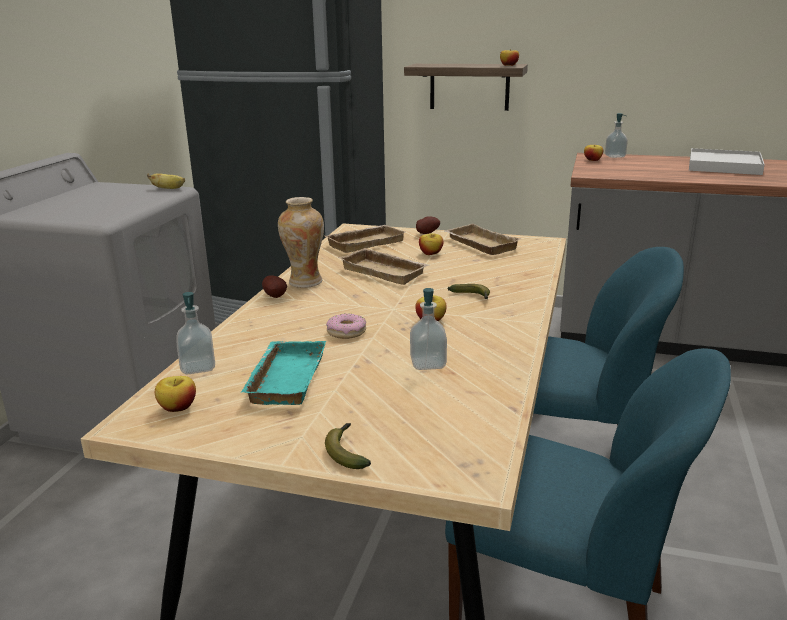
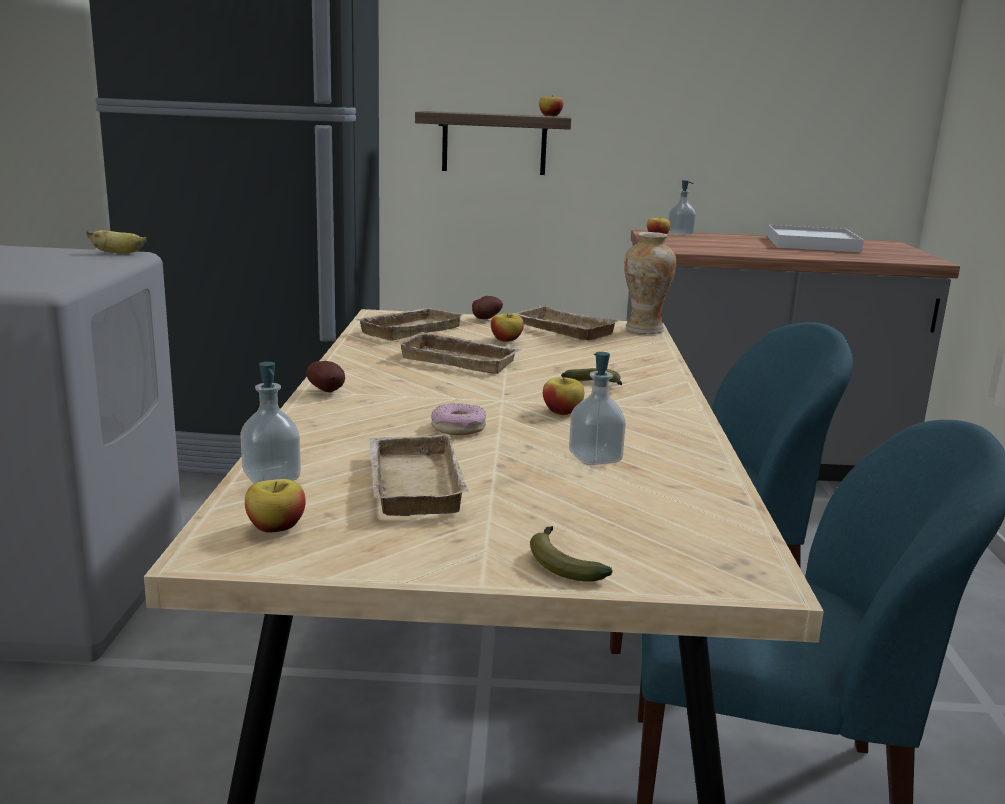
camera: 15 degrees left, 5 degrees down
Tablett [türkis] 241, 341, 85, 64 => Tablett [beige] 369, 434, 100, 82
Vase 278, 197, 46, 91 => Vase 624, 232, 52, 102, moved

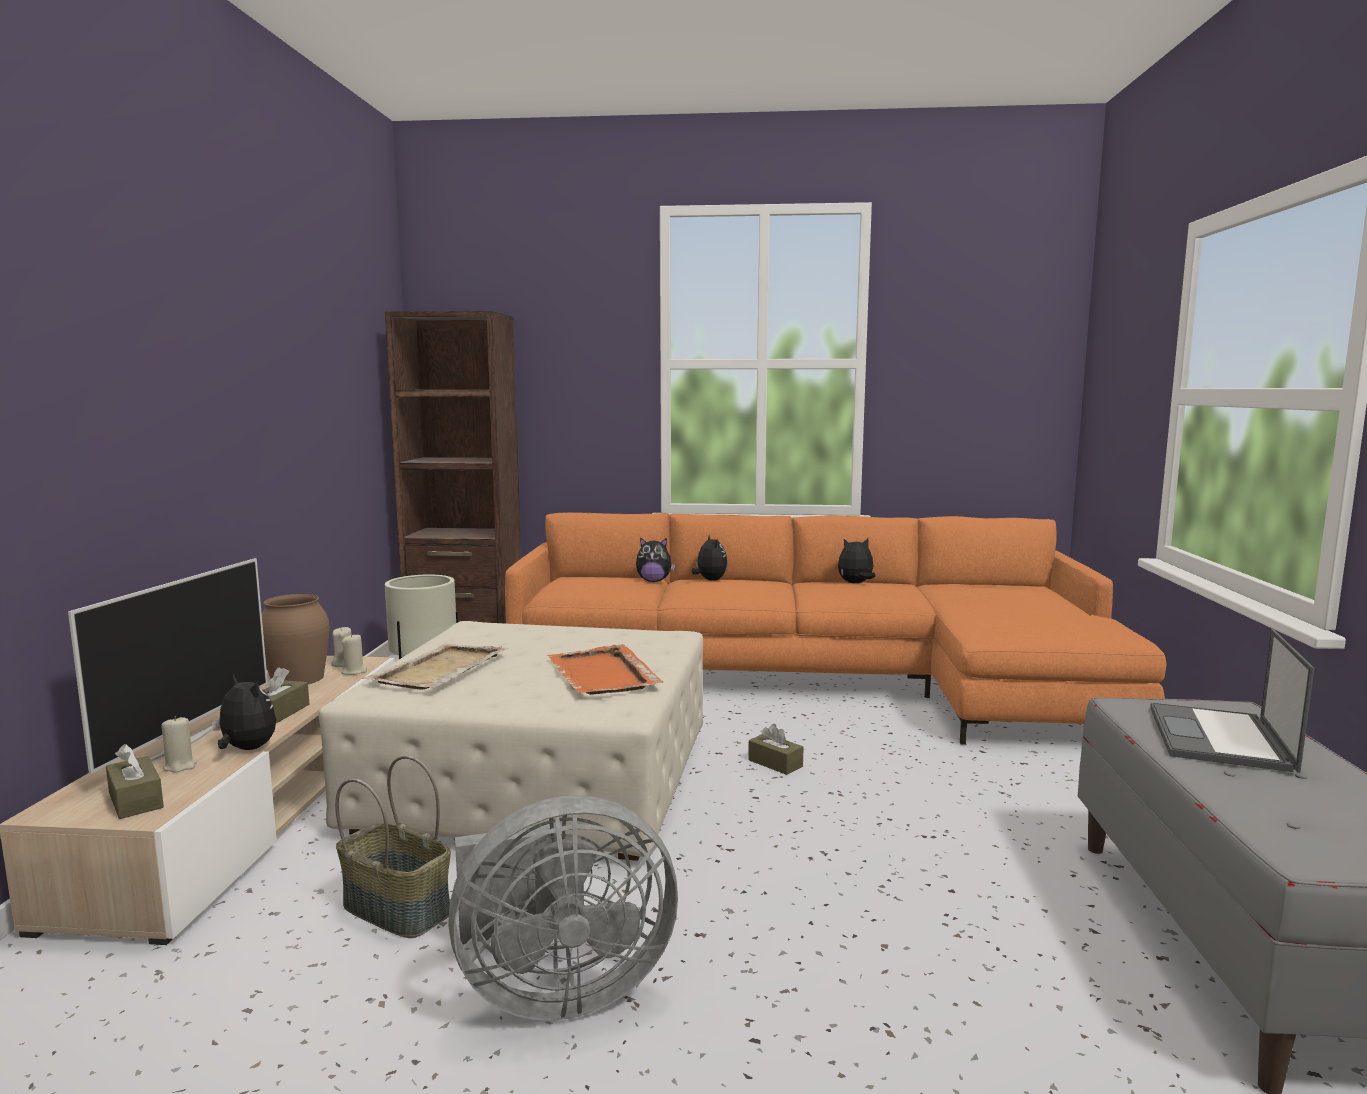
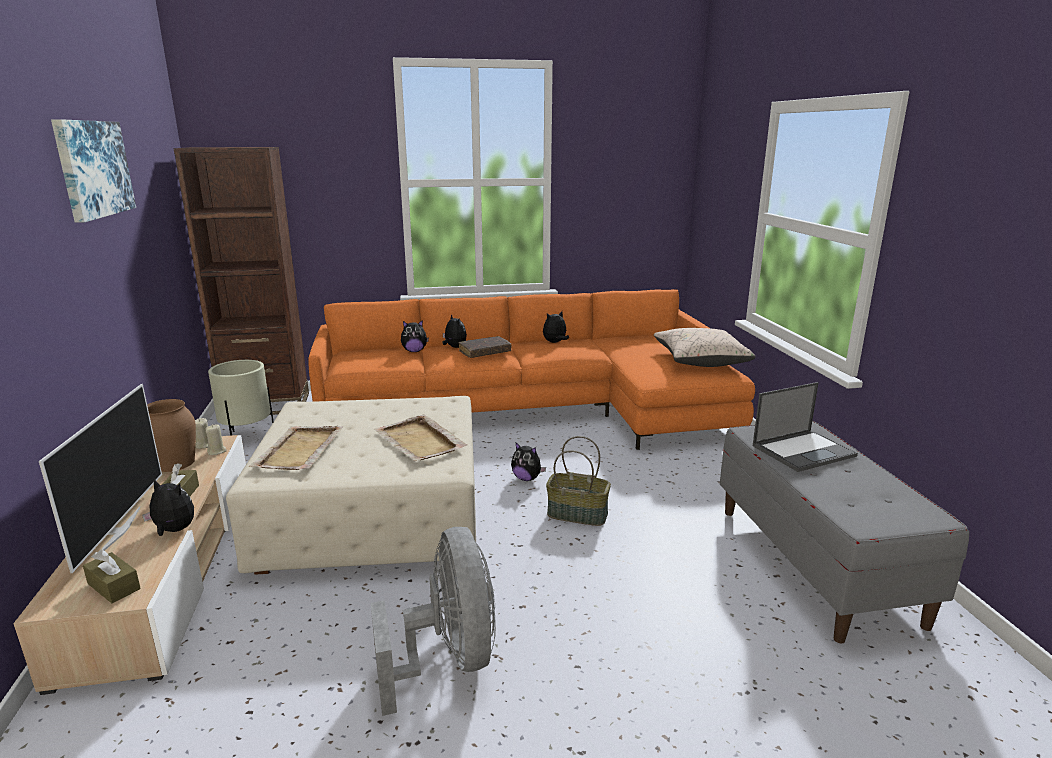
camera: 15 degrees left, 10 degrees up
Kerze [beige] 161, 716, 36, 57 => nothing
Korb 335, 755, 116, 183 => Korb 546, 436, 65, 90, moved
Ventilator [grau] 448, 795, 230, 226 => Ventilator [grau] 371, 527, 125, 189, 75 degrees counterclockwise
Tablett [orange] 547, 644, 116, 51 => Tablett [beige] 374, 414, 94, 47
Taschentuchbox [braun] 748, 724, 56, 51 => Plüschtier 511, 442, 35, 39
Laptop 1150, 629, 164, 144 => Laptop 753, 382, 105, 90, 120 degrees counterclockwise
nothing => Bild 51, 119, 85, 104
nothing => Buch [braun] 458, 336, 54, 22
nothing => Kissen [beige] 654, 328, 102, 39

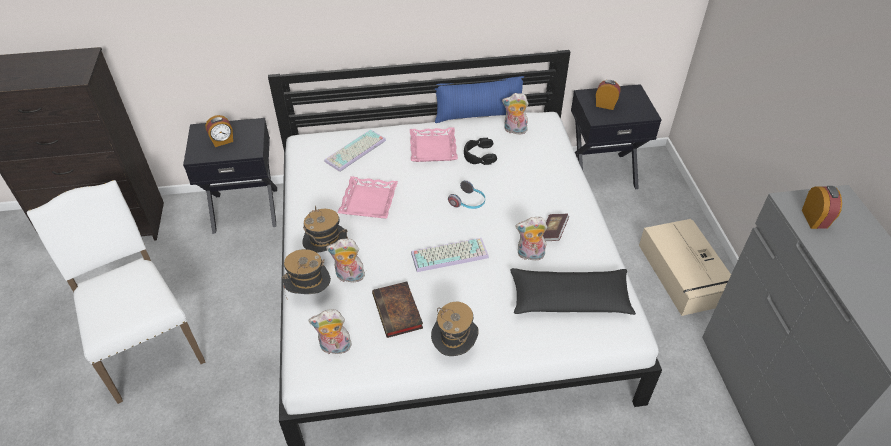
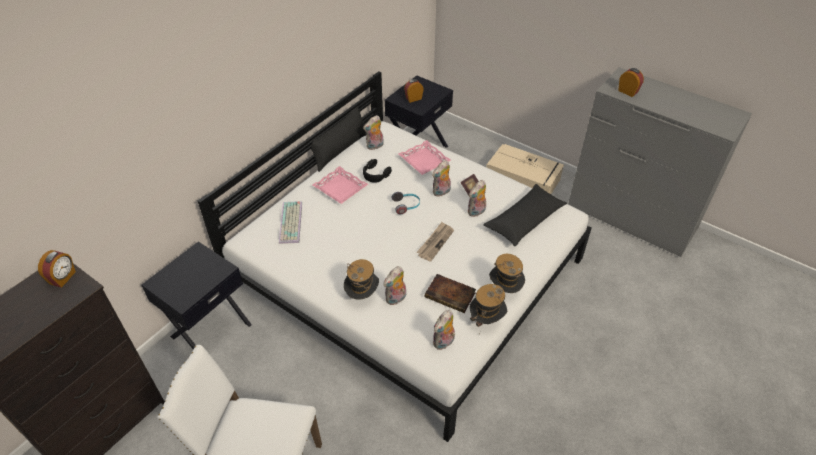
camera: 45 degrees left, 0 degrees up
Wecker 205, 115, 28, 32 => Wecker 38, 250, 38, 38, moved
Hut 282, 249, 49, 49 => Hut 470, 284, 37, 51, moved
Tablett [rosa] 338, 176, 60, 42 => Tablett [rosa] 399, 140, 52, 35, moved
Tastatur 411, 238, 78, 34 => Zeitung 417, 222, 37, 40
Kissen [blau] 435, 76, 89, 47 => Kissen [schwarz] 307, 105, 60, 67
nothing => Plüschtier 432, 160, 19, 37

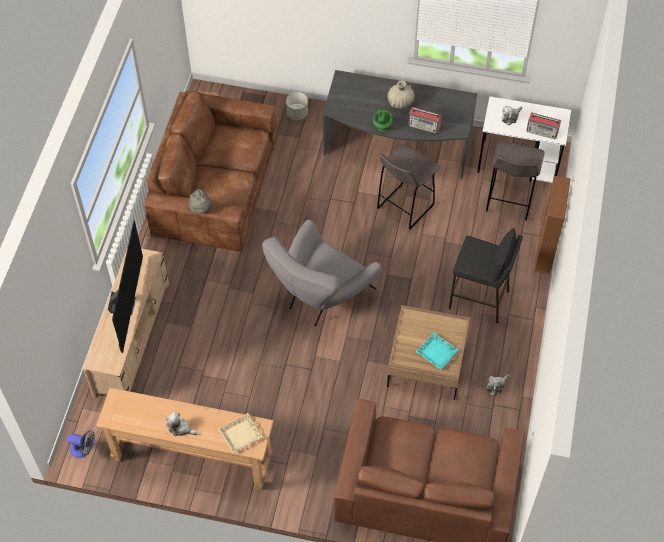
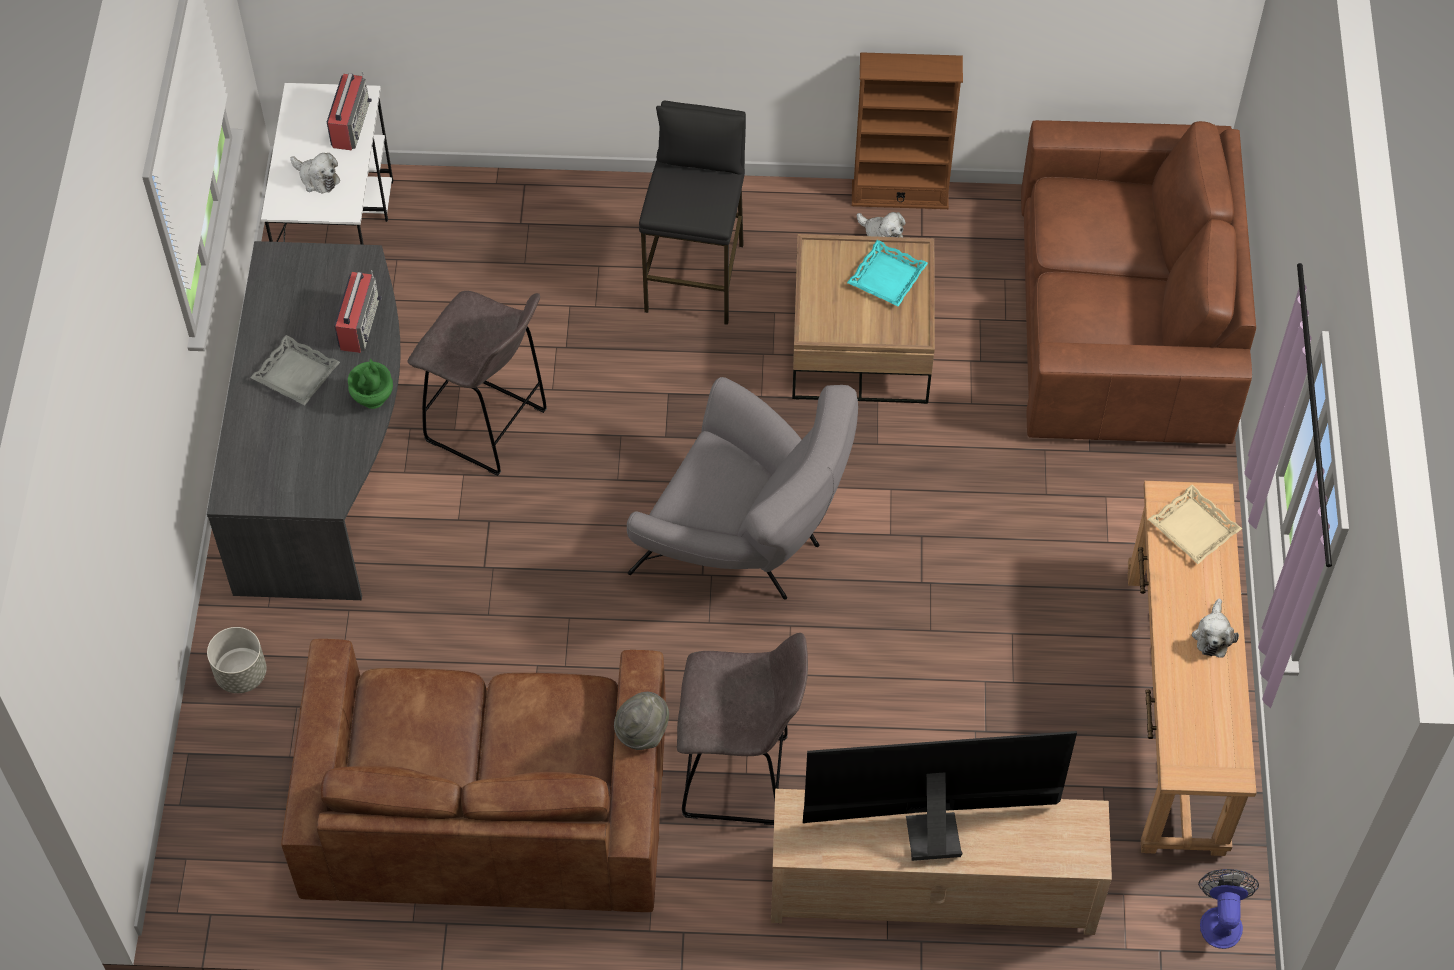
camera: 100 degrees left, 0 degrees up
Vase [beige] 387, 81, 28, 28 => Tablett [grau] 250, 335, 90, 71
Hocker [grau] 486, 141, 59, 80 => Hocker [grau] 677, 633, 131, 192, moved
Bücherregal [braun] 534, 176, 37, 98 => Bücherregal [braun] 852, 52, 111, 157, moved

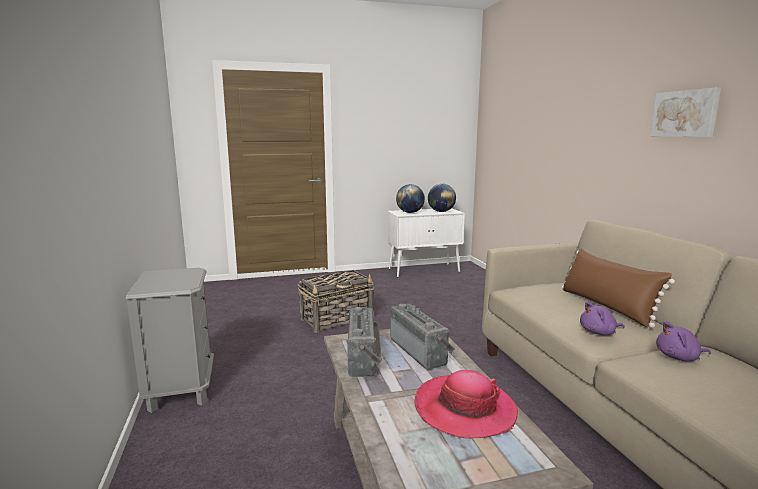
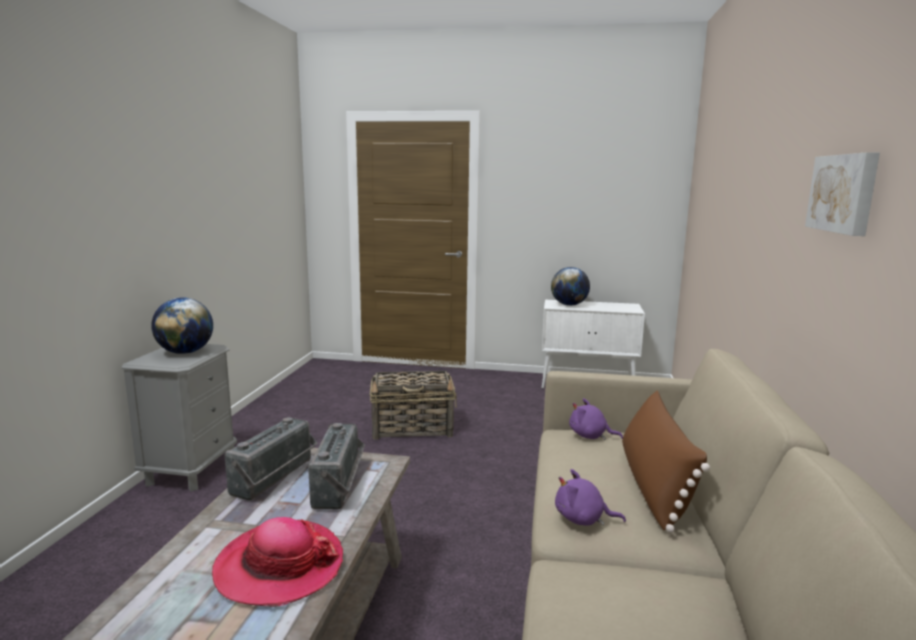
camera: 25 degrees right, 0 degrees up
Globus 428, 184, 28, 28 => Globus 151, 297, 62, 57, moved
Plüschtier [lila] 656, 321, 55, 41 => Plüschtier [lila] 569, 398, 54, 42, moved

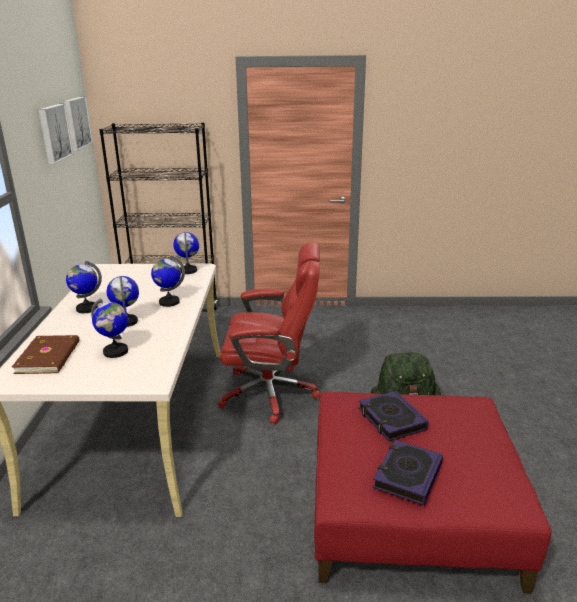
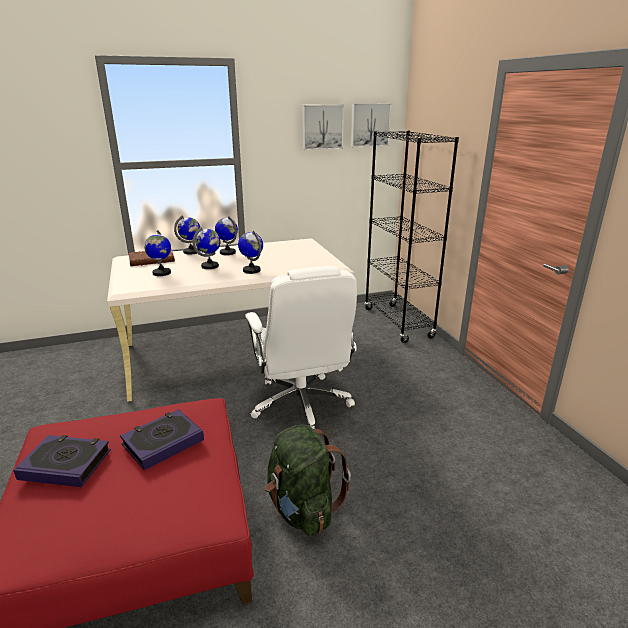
camera: 70 degrees right, 0 degrees up
Globus 173, 231, 26, 43 => Globus 174, 215, 26, 40, moved
Bürostuhl [rot] 218, 242, 102, 182 => Bürostuhl [weiß] 245, 266, 112, 163

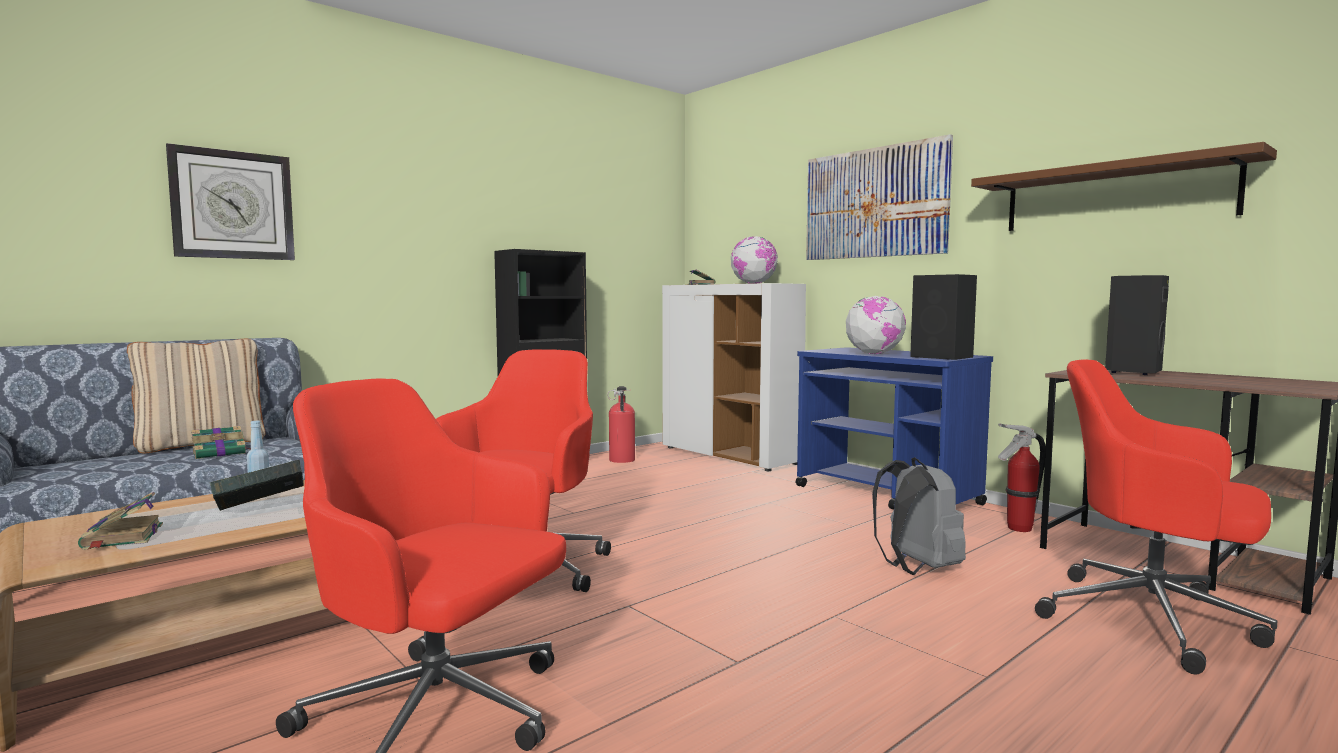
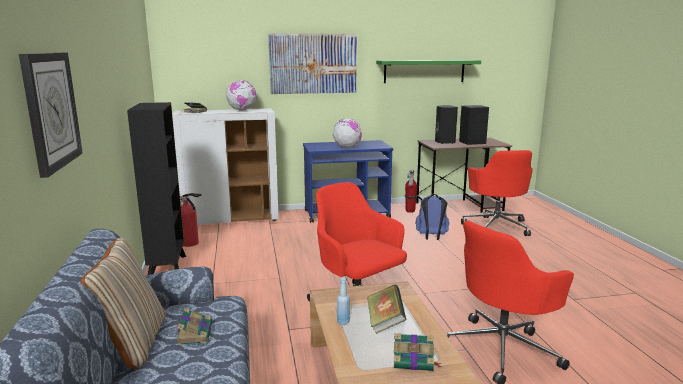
camera: 60 degrees left, 10 degrees up
Rucksack [grau] 872, 457, 94, 118 => Rucksack [blau] 416, 194, 33, 46
Lautsprecher [schwarz] 910, 274, 67, 86 => Lautsprecher [schwarz] 459, 105, 30, 40, moved
Wandregal [braun] 971, 142, 306, 89 => Wandregal [grün] 376, 60, 105, 23
Bürostuhl [rot] 1035, 359, 242, 316 => Bürostuhl [rot] 461, 150, 72, 86, 75 degrees counterclockwise

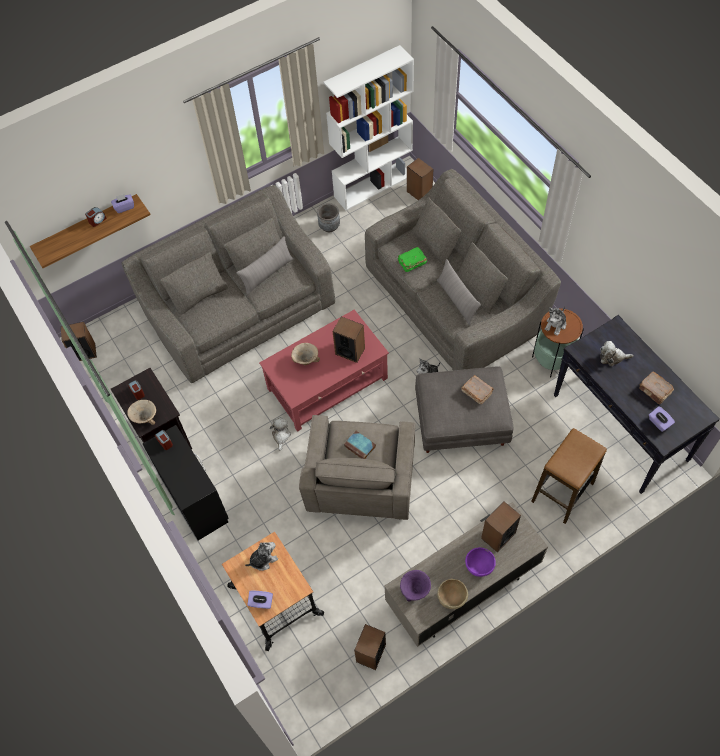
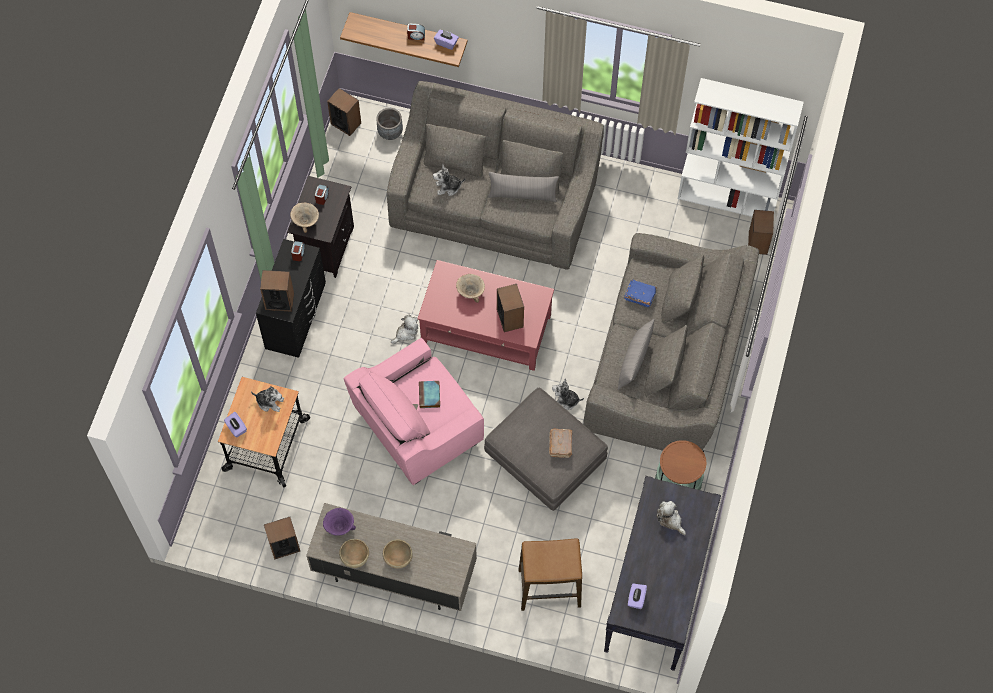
camera: 45 degrees right, 5 degrees up
Sessel [grau] 299, 415, 116, 105 => Sessel [rosa] 344, 338, 140, 147
Pflanzkübel [grau] 317, 203, 23, 29 => Pflanzkübel [grau] 376, 108, 27, 32, moved
Buch [grün] 398, 247, 29, 25 => Buch [blau] 624, 279, 33, 28
Schüssel [lila] 465, 547, 31, 30 => Schüssel [braun] 383, 539, 29, 30
Lautsprecher 481, 501, 40, 52 => Lautsprecher 260, 270, 34, 42, moved
Plüschtier 545, 306, 21, 30 => Plüschtier 433, 164, 32, 32, moved
Buch [braun] 639, 372, 35, 32 => nothing

